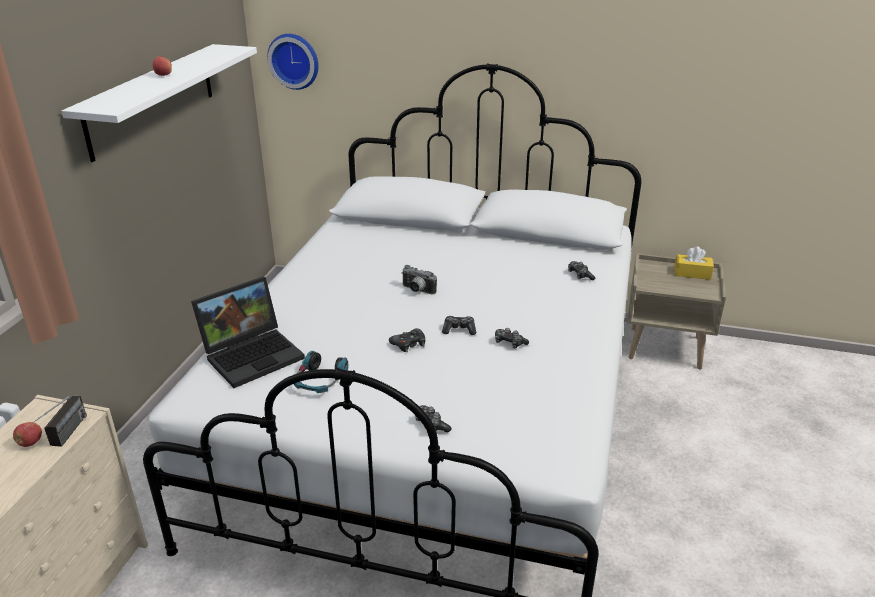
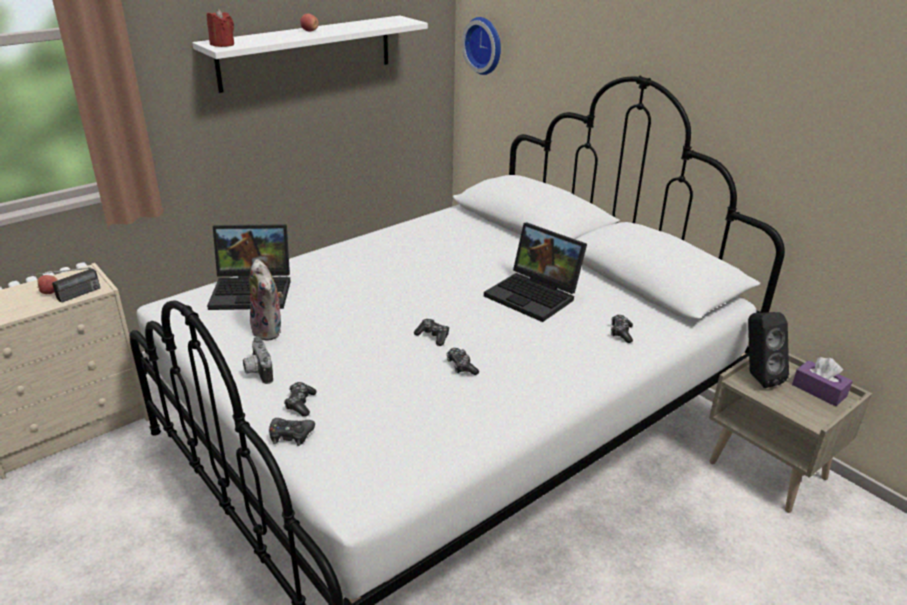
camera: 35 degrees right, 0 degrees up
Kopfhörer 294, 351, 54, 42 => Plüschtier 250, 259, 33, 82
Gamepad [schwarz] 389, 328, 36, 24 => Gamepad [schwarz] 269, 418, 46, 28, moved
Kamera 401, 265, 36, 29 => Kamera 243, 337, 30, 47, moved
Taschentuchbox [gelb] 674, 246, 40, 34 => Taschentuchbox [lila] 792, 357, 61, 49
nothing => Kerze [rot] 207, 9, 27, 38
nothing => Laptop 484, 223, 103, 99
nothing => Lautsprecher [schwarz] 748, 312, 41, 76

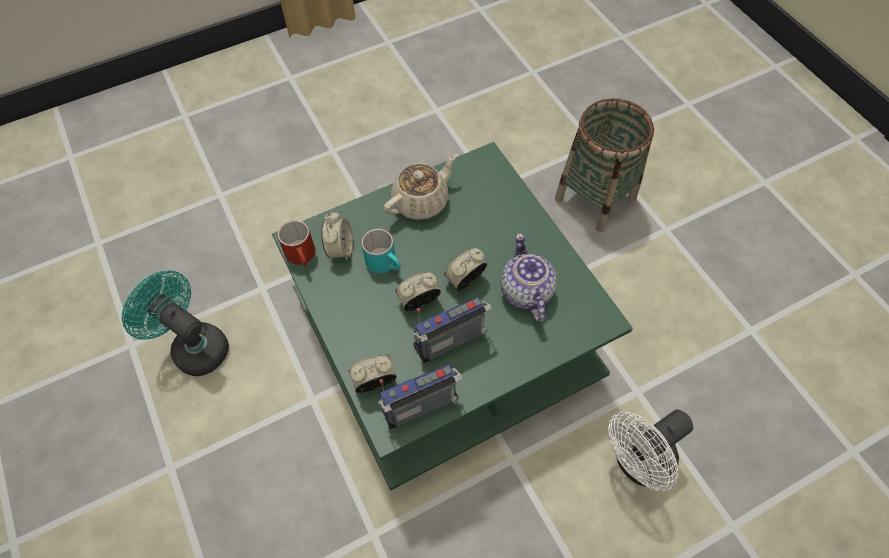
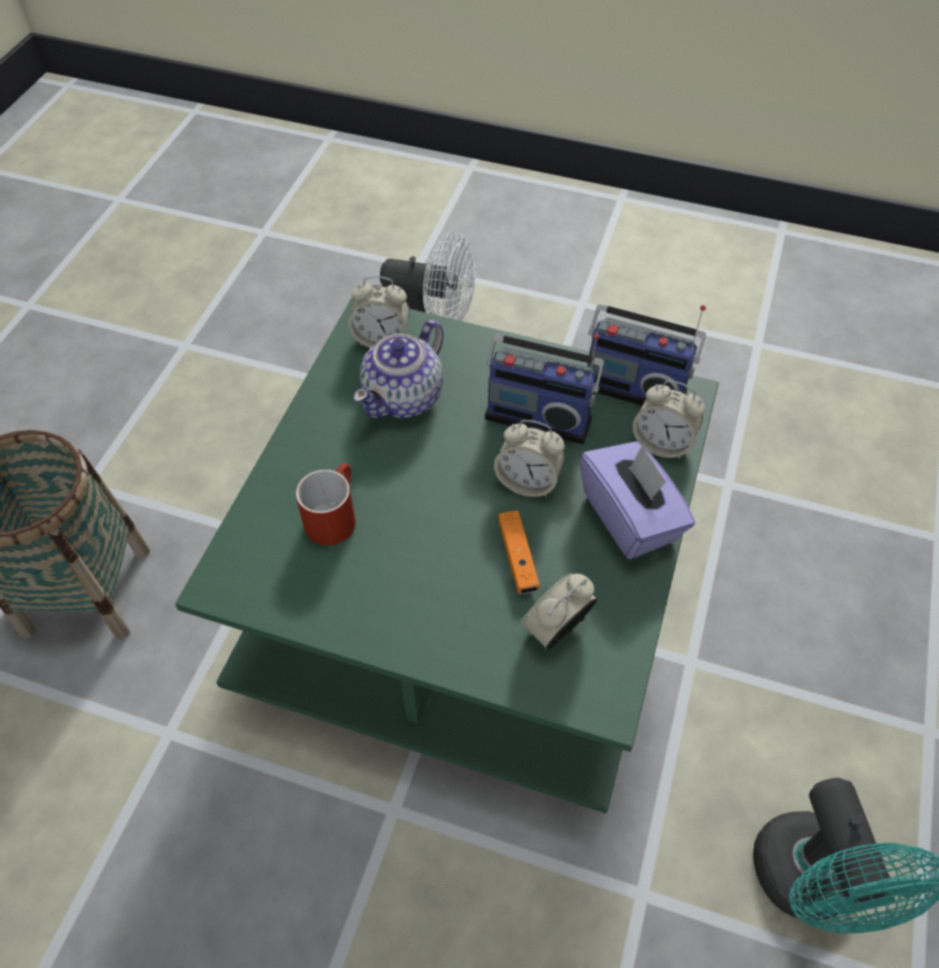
camera: 135 degrees left, 5 degrees down
Henkelbecher [rot] 277, 220, 38, 46 => Henkelbecher [rot] 296, 463, 60, 83, moved
Henkelbecher [türkis] 361, 229, 40, 45 => Gamepad [orange] 498, 511, 42, 83
Teekanne [beige] 384, 154, 73, 66 => nothing
Wecker 444, 248, 43, 43 => Wecker 348, 276, 62, 72, moved
nothing => Taschentuchbox [lila] 580, 441, 115, 118

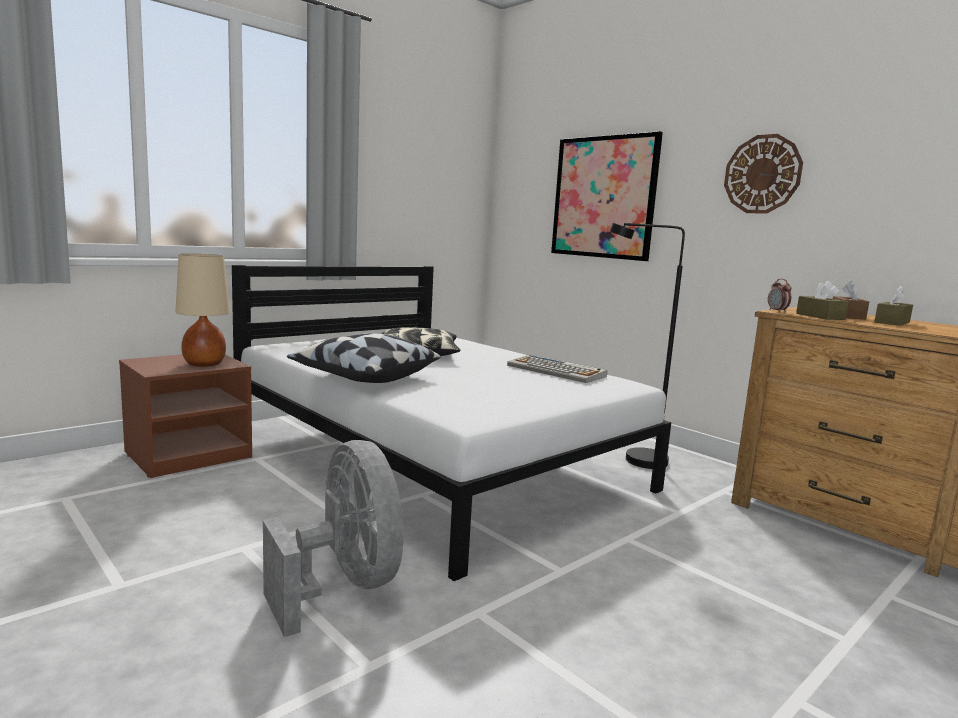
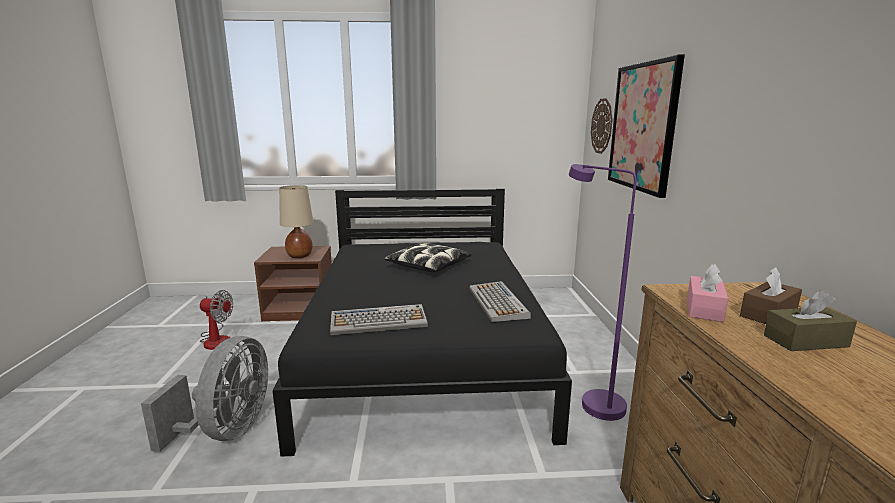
camera: 40 degrees right, 5 degrees up
Bett [weiß] 232, 265, 439, 316 => Bett [schwarz] 272, 188, 300, 269
Kissen 287, 333, 153, 50 => nothing
Stehlampe [schwarz] 610, 223, 75, 246 => Stehlampe [lila] 569, 164, 68, 257
Wanduhr 724, 134, 79, 80 => Wanduhr 591, 98, 22, 56, moved
Wecker 768, 278, 23, 34 => nothing
Taschentuchbox [braun] 796, 281, 53, 39 => Taschentuchbox [rosa] 687, 264, 41, 58
nothing => Ventilator 200, 290, 33, 60
nothing => Tastatur 330, 304, 98, 31

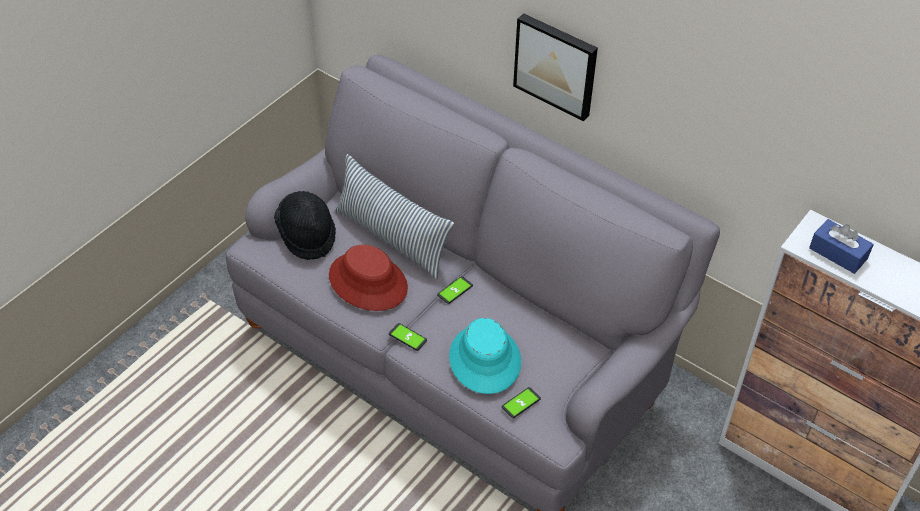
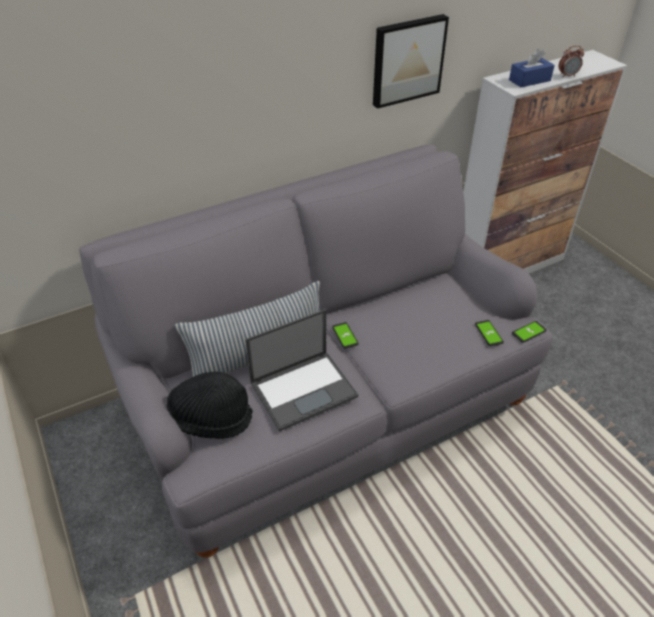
camera: 65 degrees left, 5 degrees down
Hut [rot] 329, 245, 79, 66 => Laptop 245, 309, 113, 123
Handy 389, 323, 38, 28 => Handy 512, 321, 35, 22, moved
Hut [türkis] 449, 318, 72, 76 => nothing
Bild 513, 13, 85, 108 => Bild 373, 14, 76, 95, moved
nothing => Wecker 559, 46, 25, 32

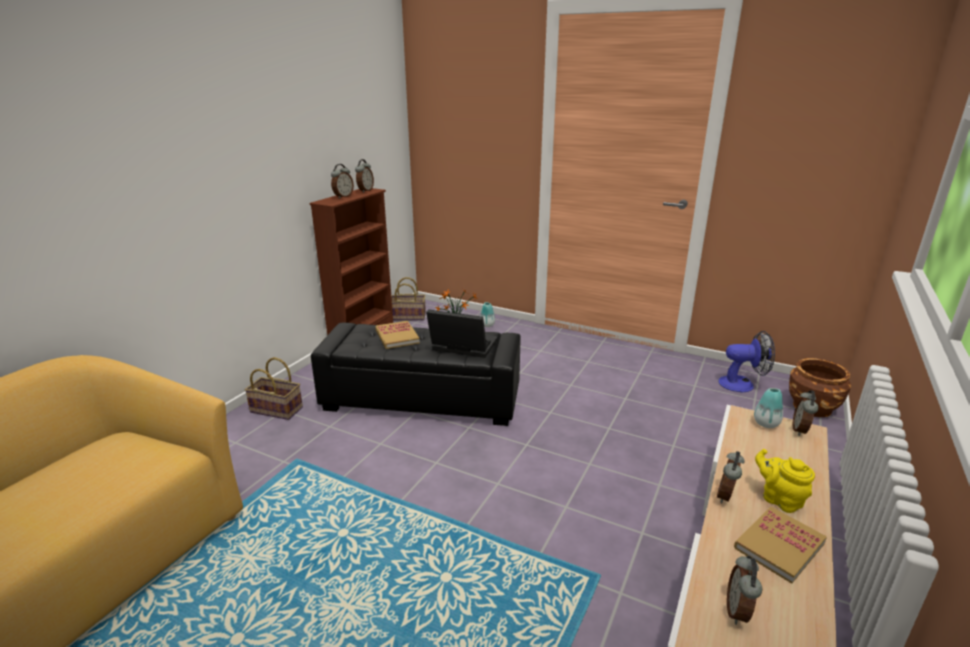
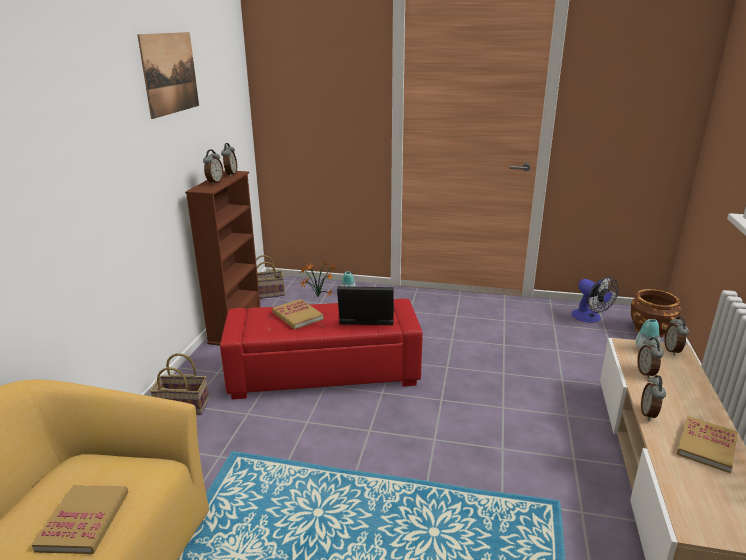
camera: 15 degrees left, 0 degrees up
Polsterhocker [schwarz] 311, 322, 210, 104 => Polsterhocker [rot] 220, 298, 203, 102
Ventilator 718, 331, 57, 61 => Ventilator 571, 277, 48, 46, 75 degrees clockwise
Wecker 727, 555, 35, 70 => Wecker 637, 338, 26, 40, moved
Teekanne [gelb] 755, 449, 60, 64 => nothing
nothing => Buch 32, 485, 97, 69
nothing => Bild 137, 32, 62, 87

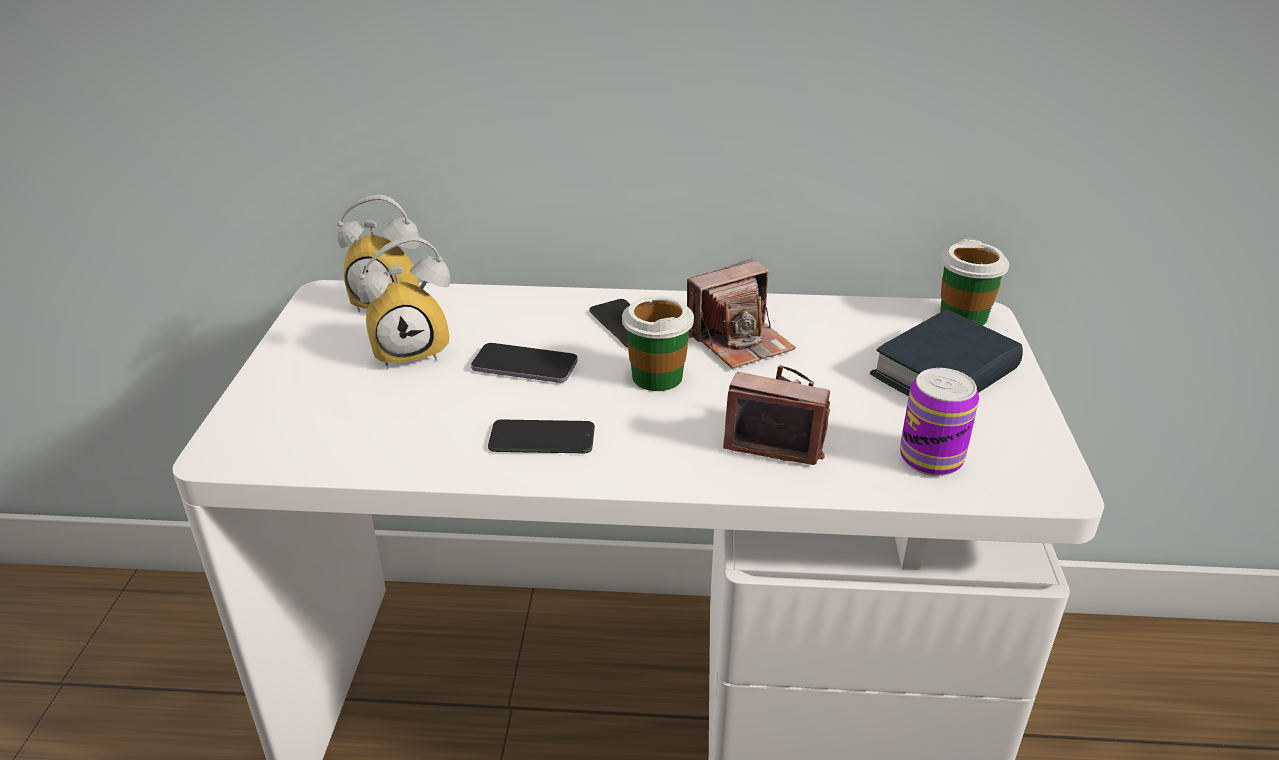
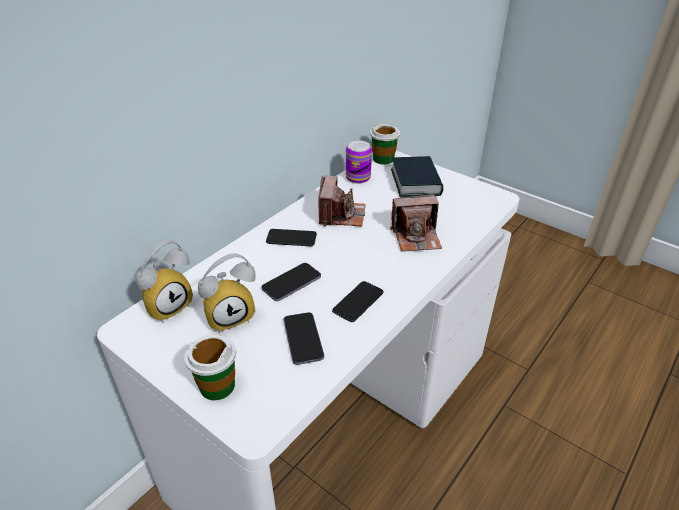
camera: 55 degrees left, 5 degrees up
Wecker 358, 236, 92, 133 => Wecker 198, 254, 57, 79, 45 degrees clockwise
Tasse 622, 296, 72, 95 => Tasse 184, 335, 52, 65, moved
Kamera 723, 365, 107, 100 => Kamera 390, 194, 52, 58, 150 degrees counterclockwise
Dose 900, 368, 79, 108 => Dose 346, 140, 26, 44, moved
nothing => Handy 284, 312, 40, 53

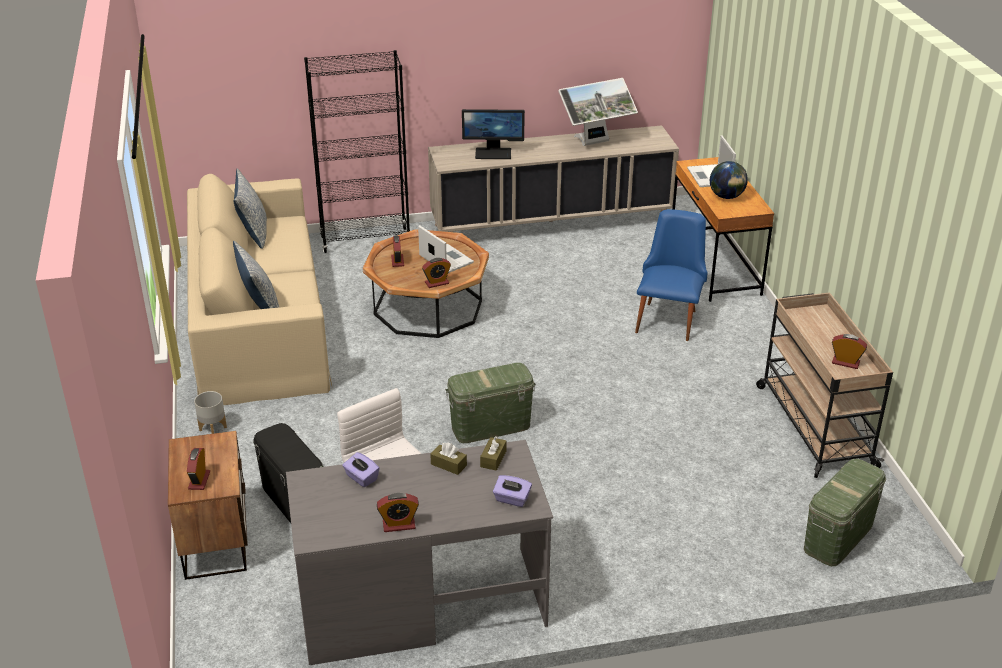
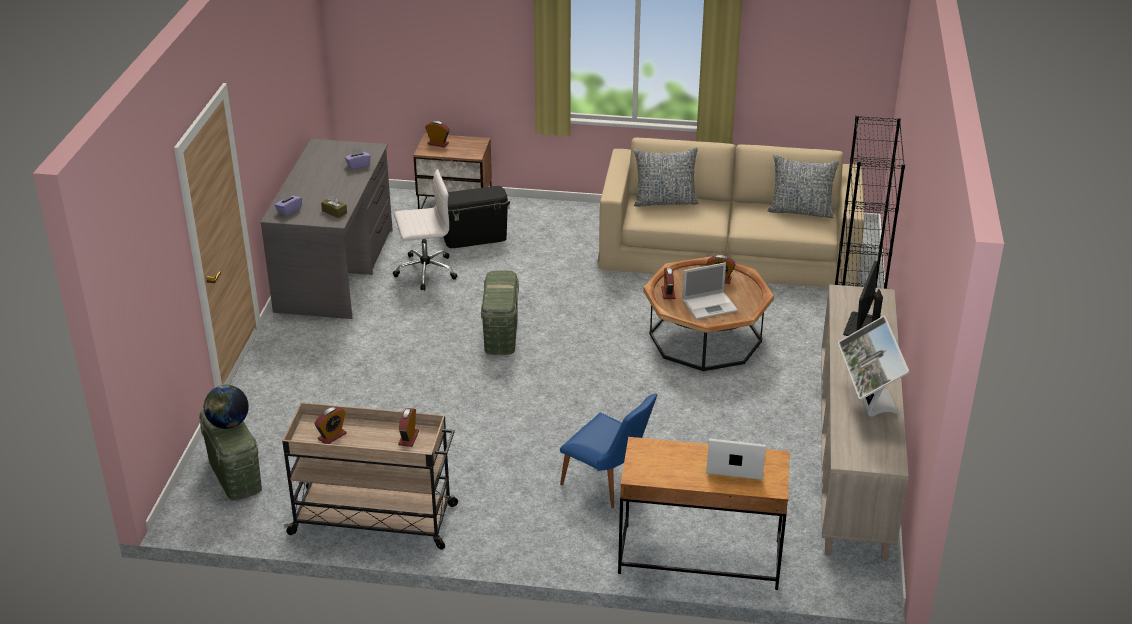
camera: 110 degrees right, 0 degrees up
Pflanzkübel [grau] 194, 391, 33, 43 => nothing
Wecker 377, 493, 42, 39 => Wecker 398, 408, 21, 39, moved
Taschentuchbox [braun] 430, 443, 37, 32 => nothing
Globus 710, 161, 38, 38 => Globus 204, 385, 45, 44, moved

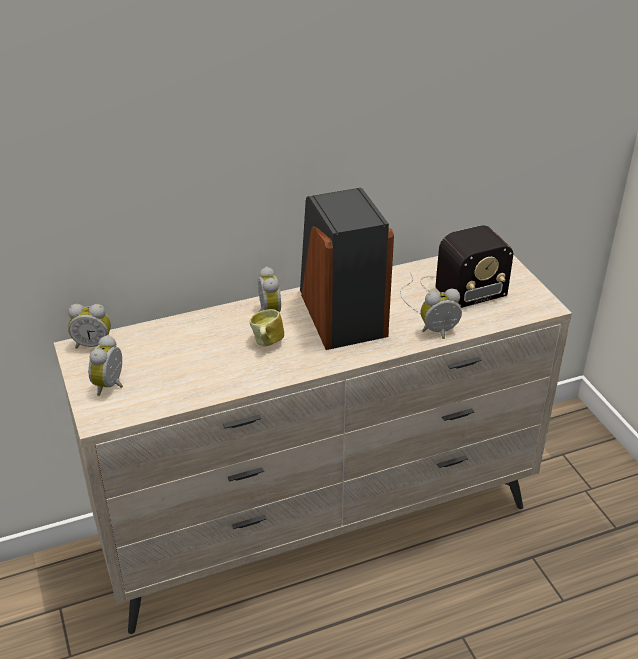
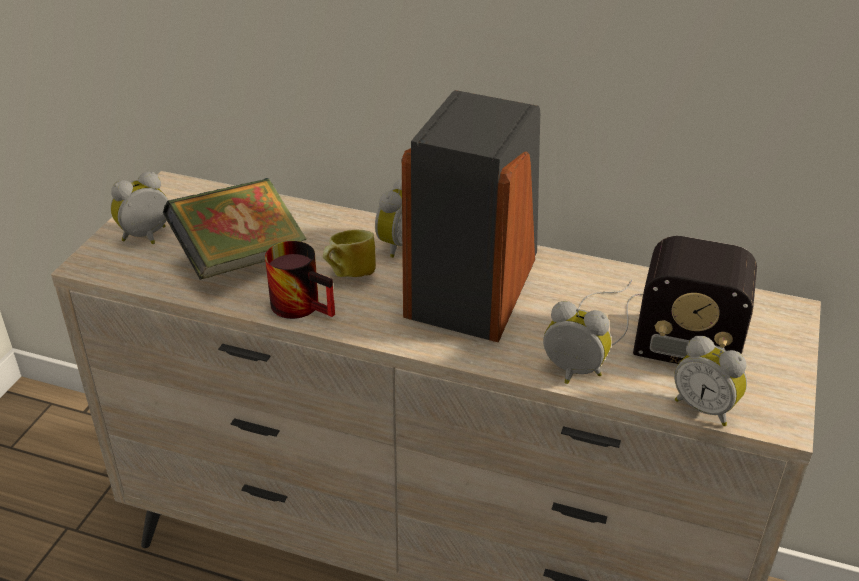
camera: 40 degrees right, 0 degrees up
Wecker 68, 304, 43, 45 => Wecker 674, 336, 73, 90, moved
nothing => Buch 163, 178, 144, 101
nothing => Henkelbecher 265, 241, 70, 78

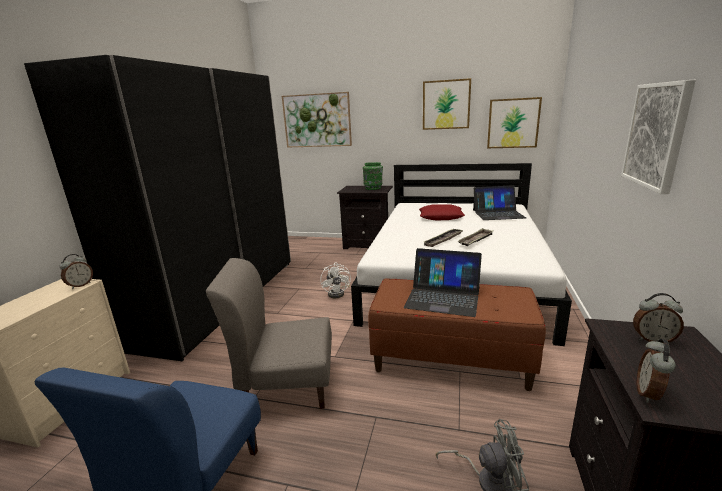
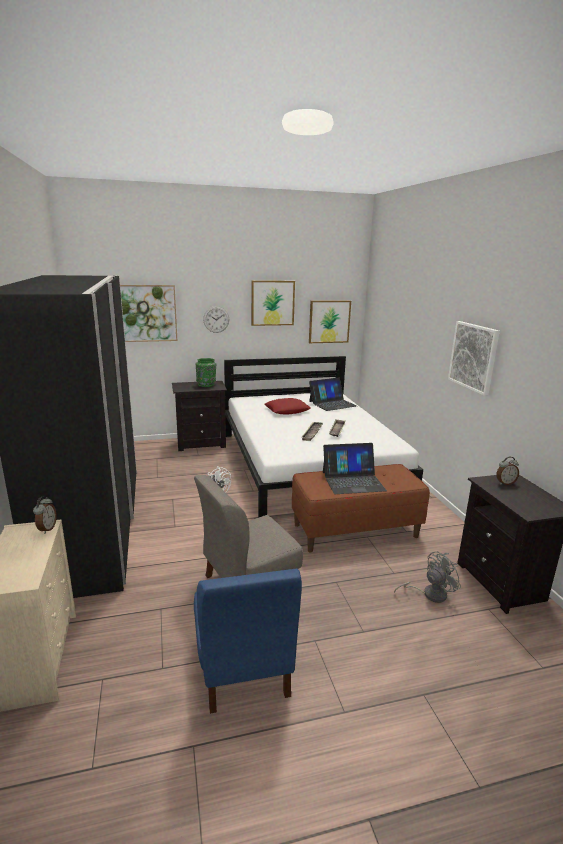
camera: 30 degrees left, 0 degrees up
Wecker 637, 339, 39, 64 => nothing
nothing => Wanduhr 203, 306, 26, 27

